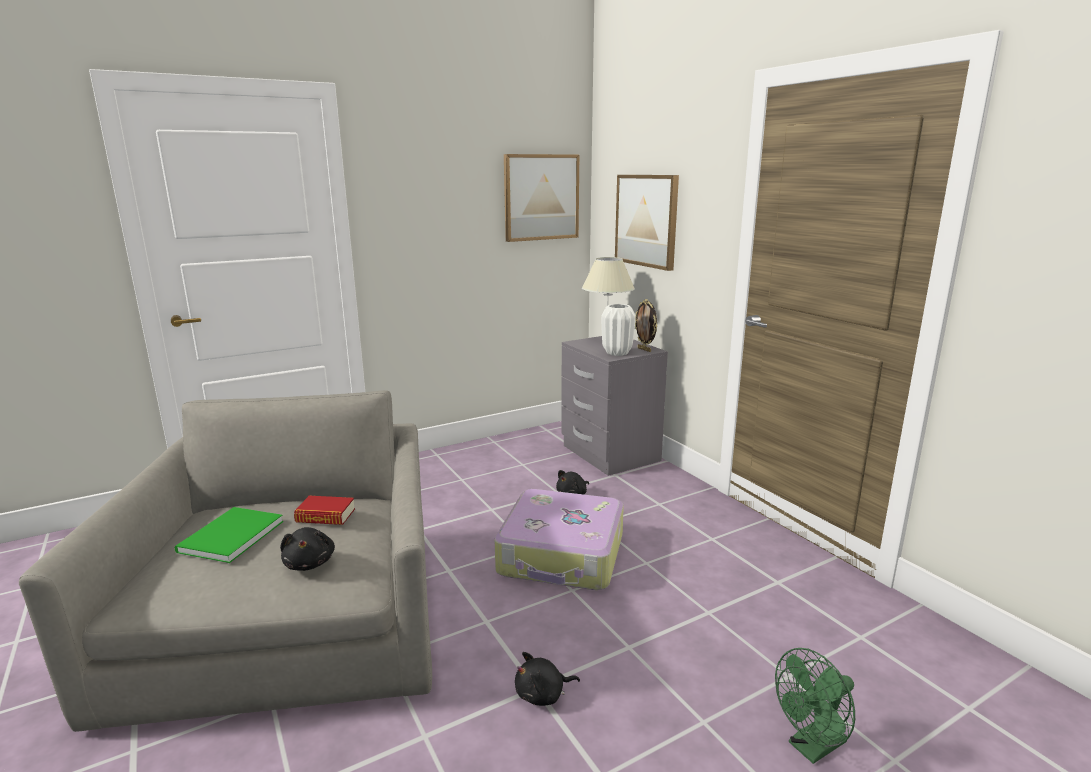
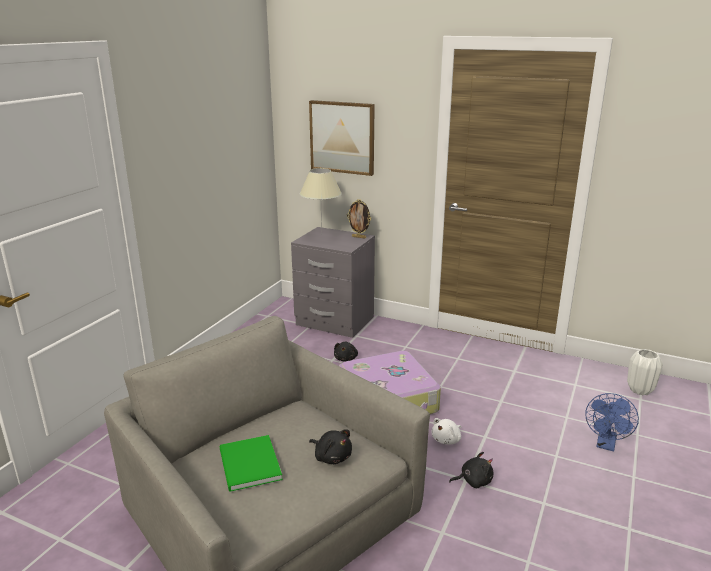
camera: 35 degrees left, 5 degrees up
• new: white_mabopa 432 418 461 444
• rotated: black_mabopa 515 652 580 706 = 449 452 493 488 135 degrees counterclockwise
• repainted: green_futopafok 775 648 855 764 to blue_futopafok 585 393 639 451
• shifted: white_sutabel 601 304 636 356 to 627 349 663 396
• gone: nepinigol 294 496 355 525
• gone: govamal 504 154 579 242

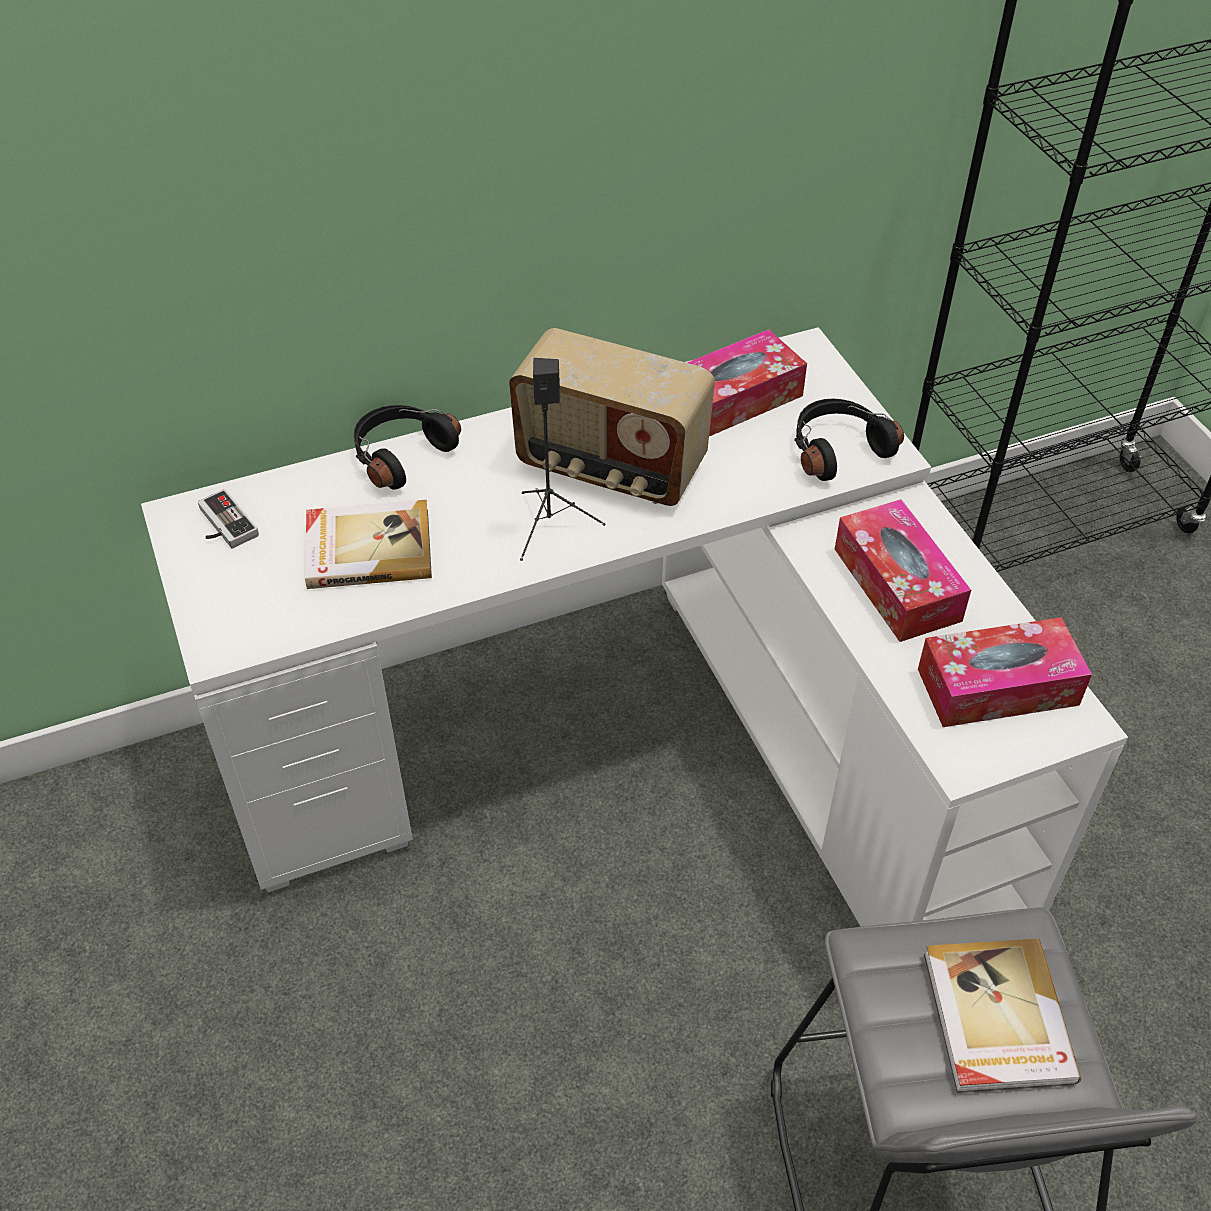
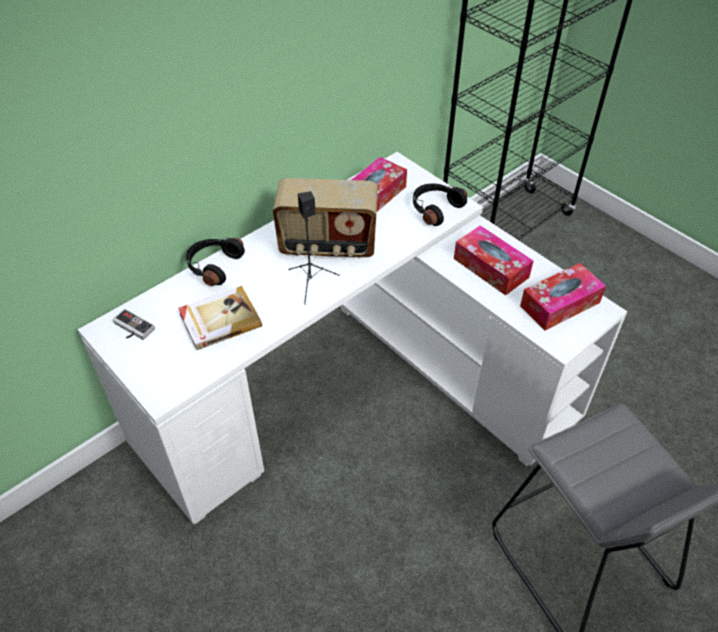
camera: 20 degrees left, 0 degrees up
• gone: nepinigol 924 939 1081 1093

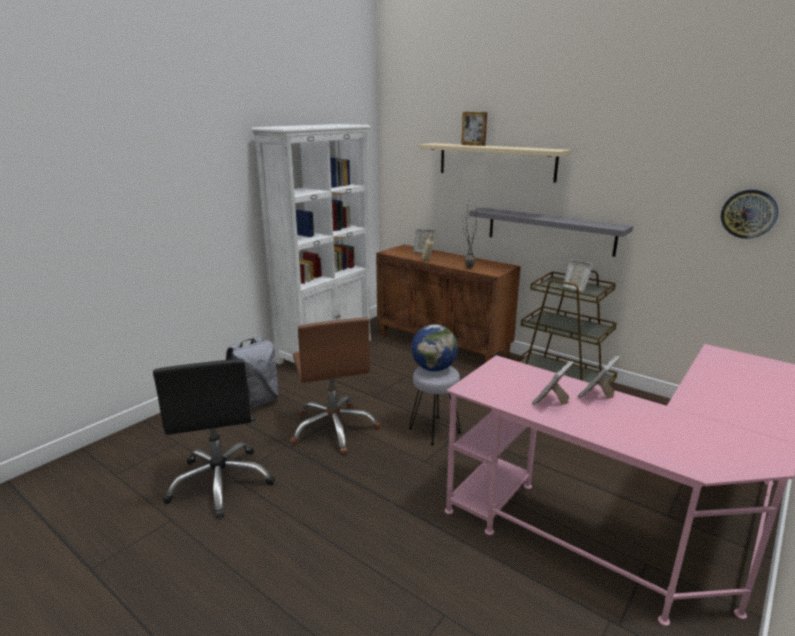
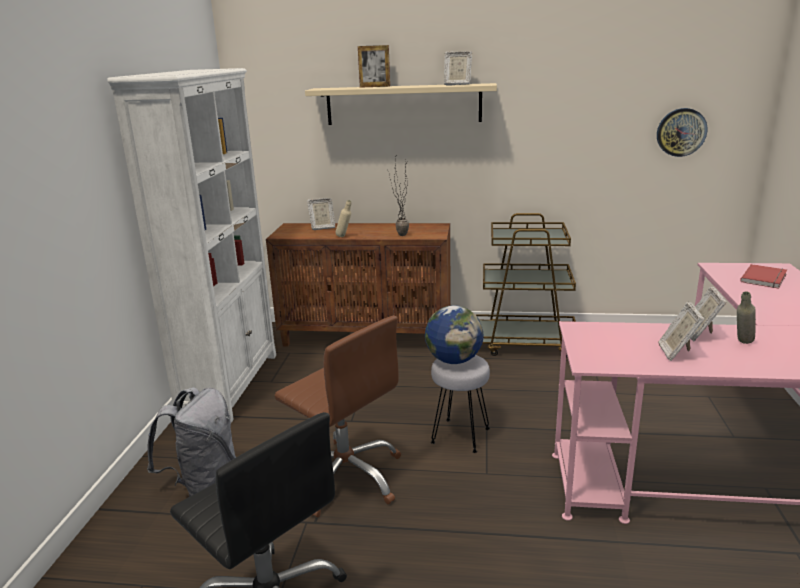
camera: 30 degrees left, 0 degrees up
• shifted: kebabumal 563 259 593 292 to 444 51 472 86
• new: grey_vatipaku 737 291 756 344
• new: red_nepinigol 740 264 787 289
• gone: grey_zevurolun 469 207 633 257

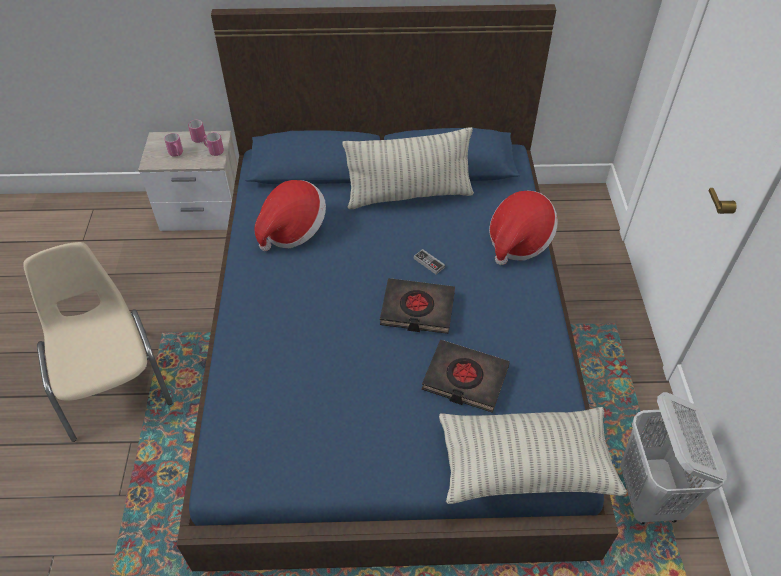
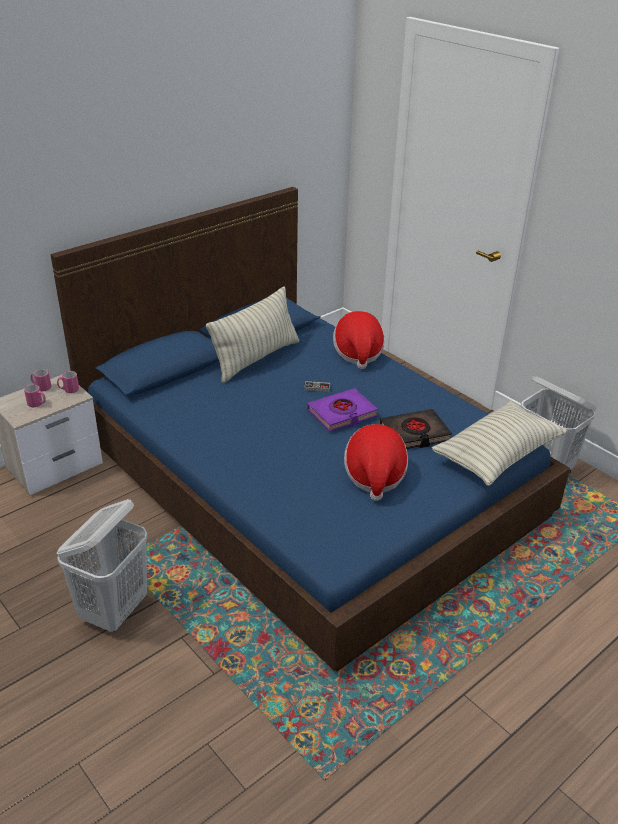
camera: 40 degrees left, 15 degrees down
• swapped: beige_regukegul 23 242 173 442 to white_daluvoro 57 499 147 632
• repainted: black_nepinigol 380 278 455 334 to purple_nepinigol 307 388 378 432
• shifted: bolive 254 180 326 251 to 344 424 408 501

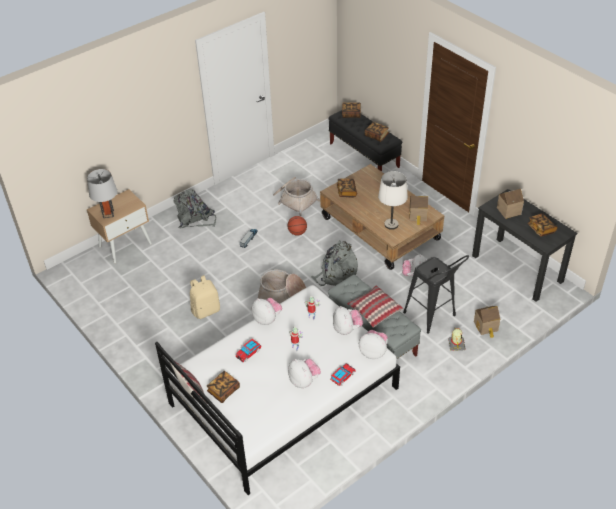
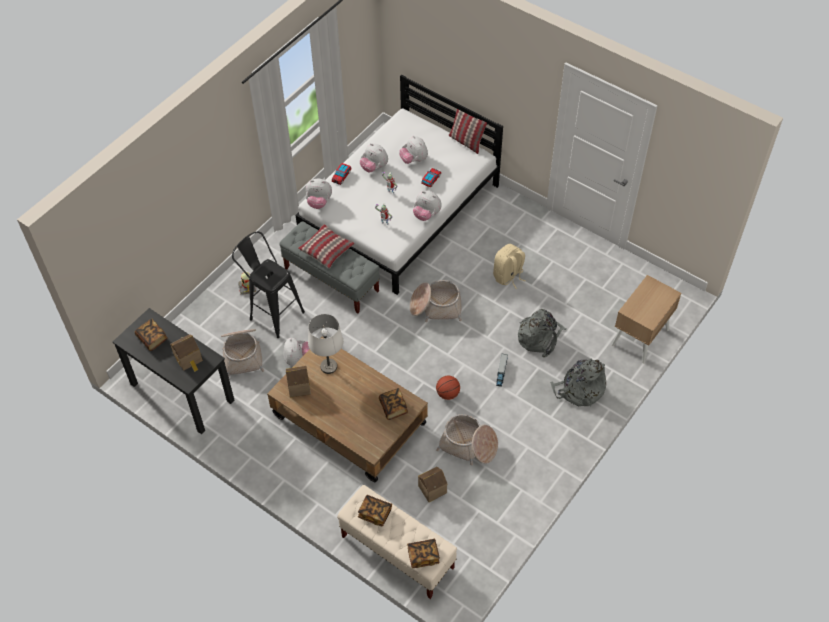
camera: 165 degrees right, 10 degrees up
• new: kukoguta 221 329 264 377
• repainted: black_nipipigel 329 110 402 172 to beige_nipipigel 337 485 457 599
• shifted: mabopa 333 306 363 335 to 399 136 428 164
• shifted: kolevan 474 306 500 338 to 418 467 447 502
• shifted: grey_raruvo 311 240 358 286 to 518 309 566 358
• gone: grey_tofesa 87 169 117 218
• gone: nepinigol 206 371 240 403

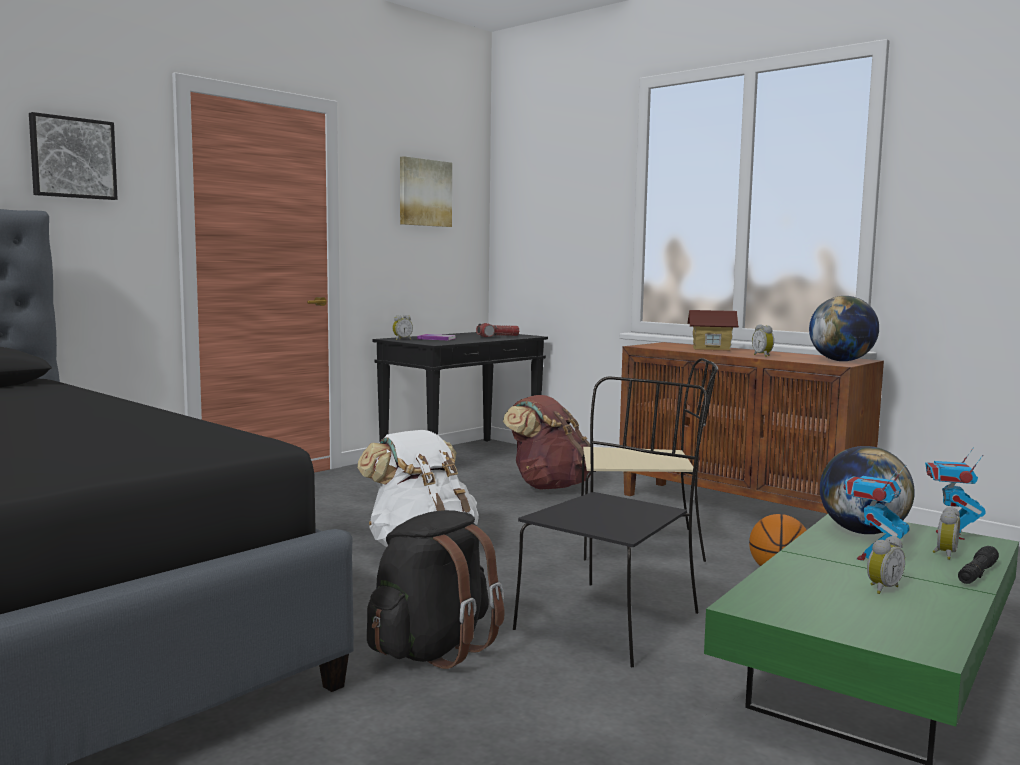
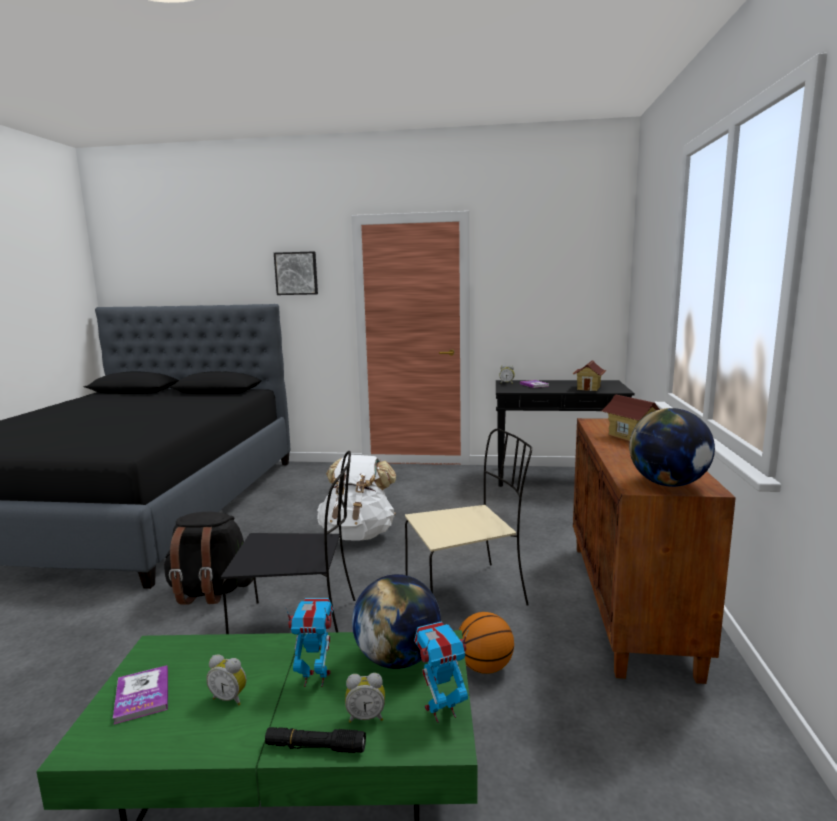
camera: 55 degrees right, 5 degrees up
• new: nepinigol 113 665 168 724
• rotated: beige_regukegul 581 358 718 562 = 405 428 532 605 75 degrees counterclockwise
• swapped: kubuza 476 323 519 337 to kolevan 572 360 607 391
• gone: govamal 400 156 452 227
• gone: brown_raruvo 503 395 591 490
• gone: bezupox 752 324 774 357

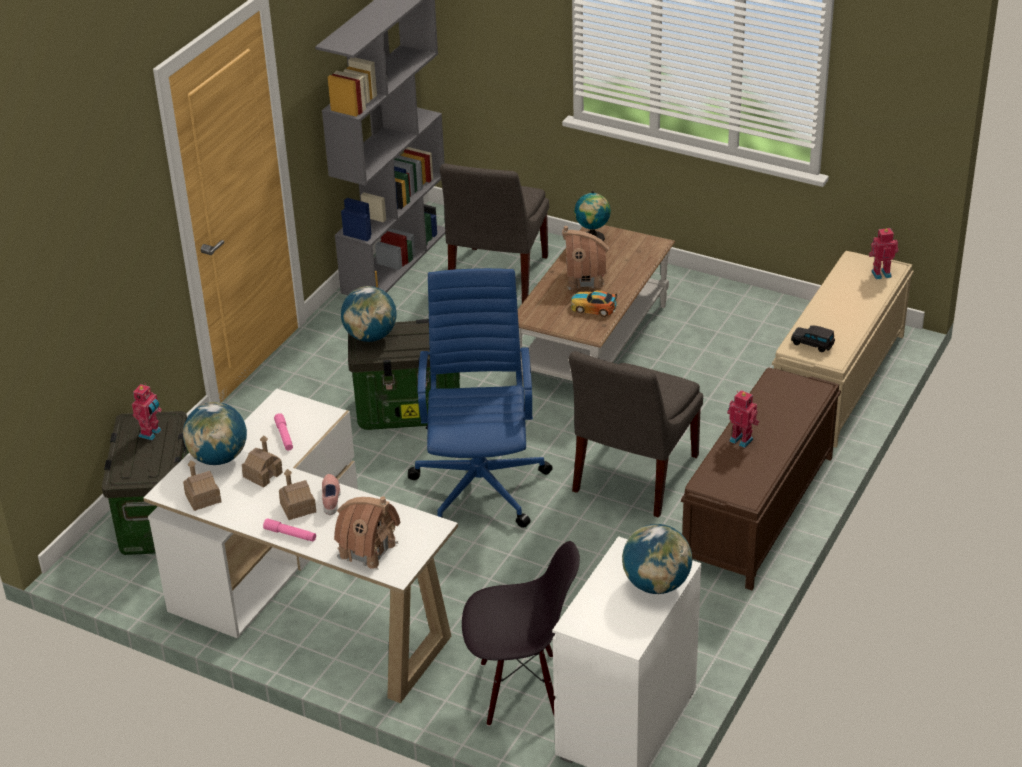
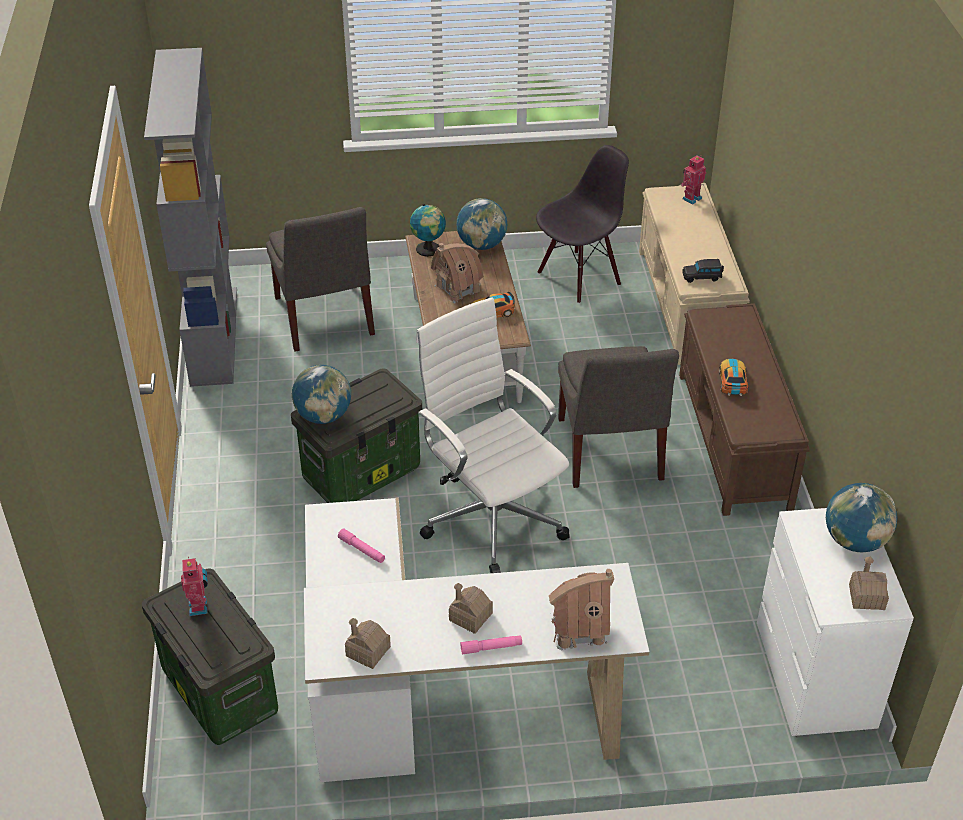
camera: 35 degrees left, 5 degrees up
• repainted: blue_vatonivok 408 268 553 528 to white_vatonivok 416 297 570 573
• shifted: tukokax 183 402 247 465 to 456 198 508 250
• shifted: black_regukegul 462 541 580 726 to 536 145 629 304
• swapped: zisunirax 727 390 759 448 to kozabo 719 359 749 396
• shifted: kolevan 242 435 283 488 to 849 557 889 610
• gone: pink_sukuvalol 322 474 341 515

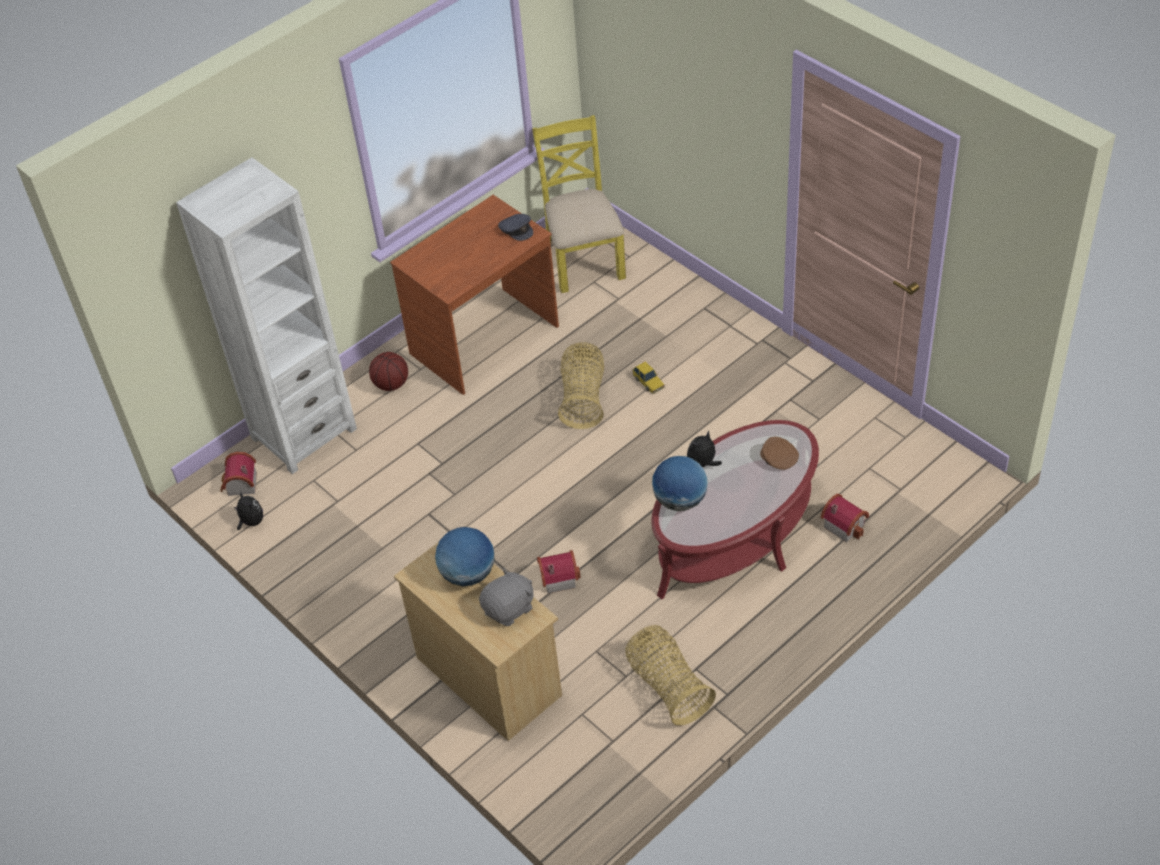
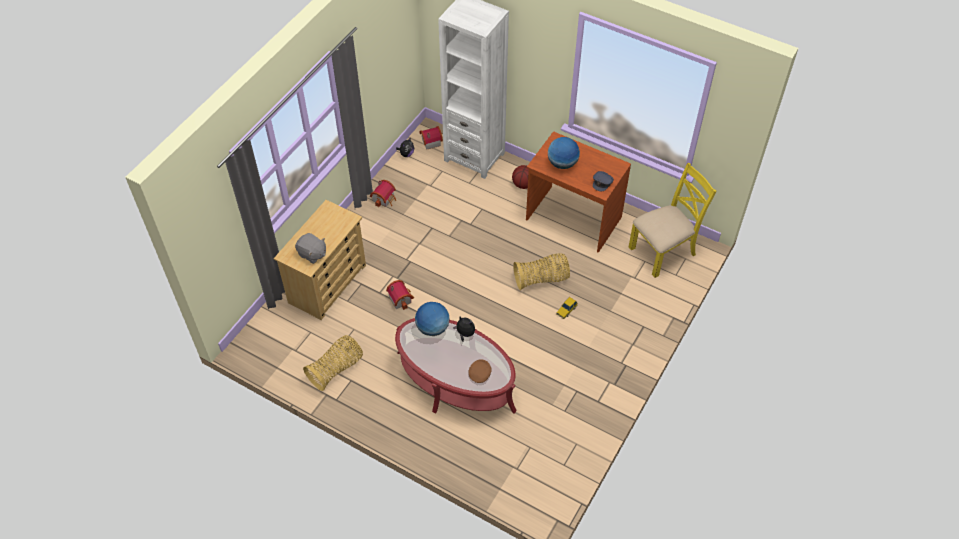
camera: 70 degrees right, 5 degrees up
• shifted: kolevan 820 494 869 542 to 370 180 396 207
• shifted: tukokax 435 527 494 586 to 548 137 580 169

